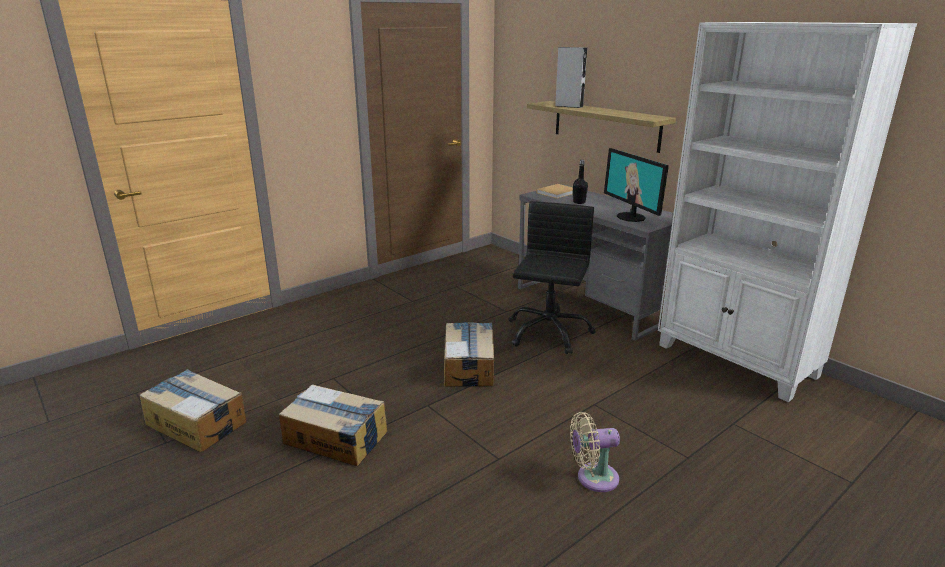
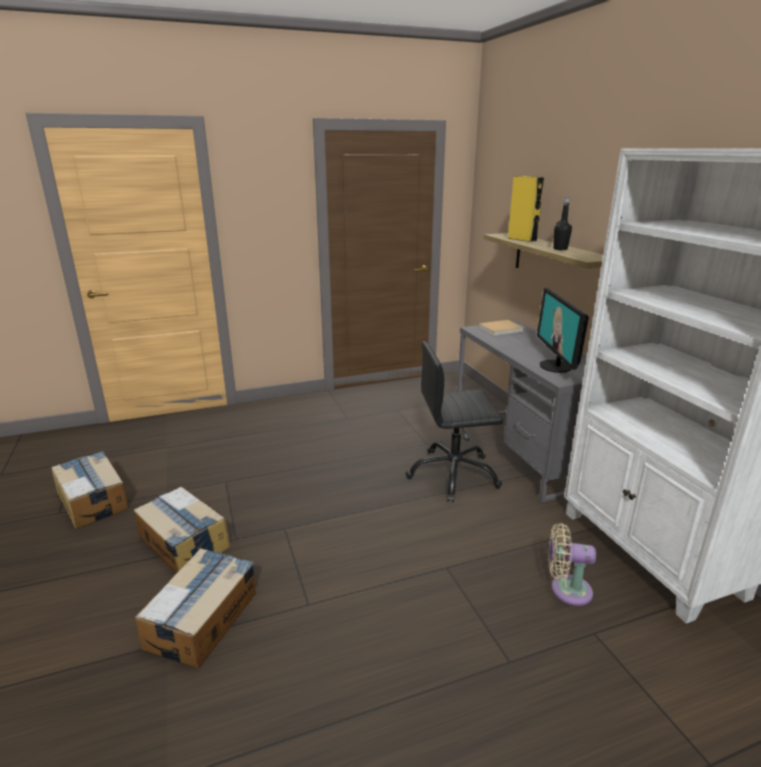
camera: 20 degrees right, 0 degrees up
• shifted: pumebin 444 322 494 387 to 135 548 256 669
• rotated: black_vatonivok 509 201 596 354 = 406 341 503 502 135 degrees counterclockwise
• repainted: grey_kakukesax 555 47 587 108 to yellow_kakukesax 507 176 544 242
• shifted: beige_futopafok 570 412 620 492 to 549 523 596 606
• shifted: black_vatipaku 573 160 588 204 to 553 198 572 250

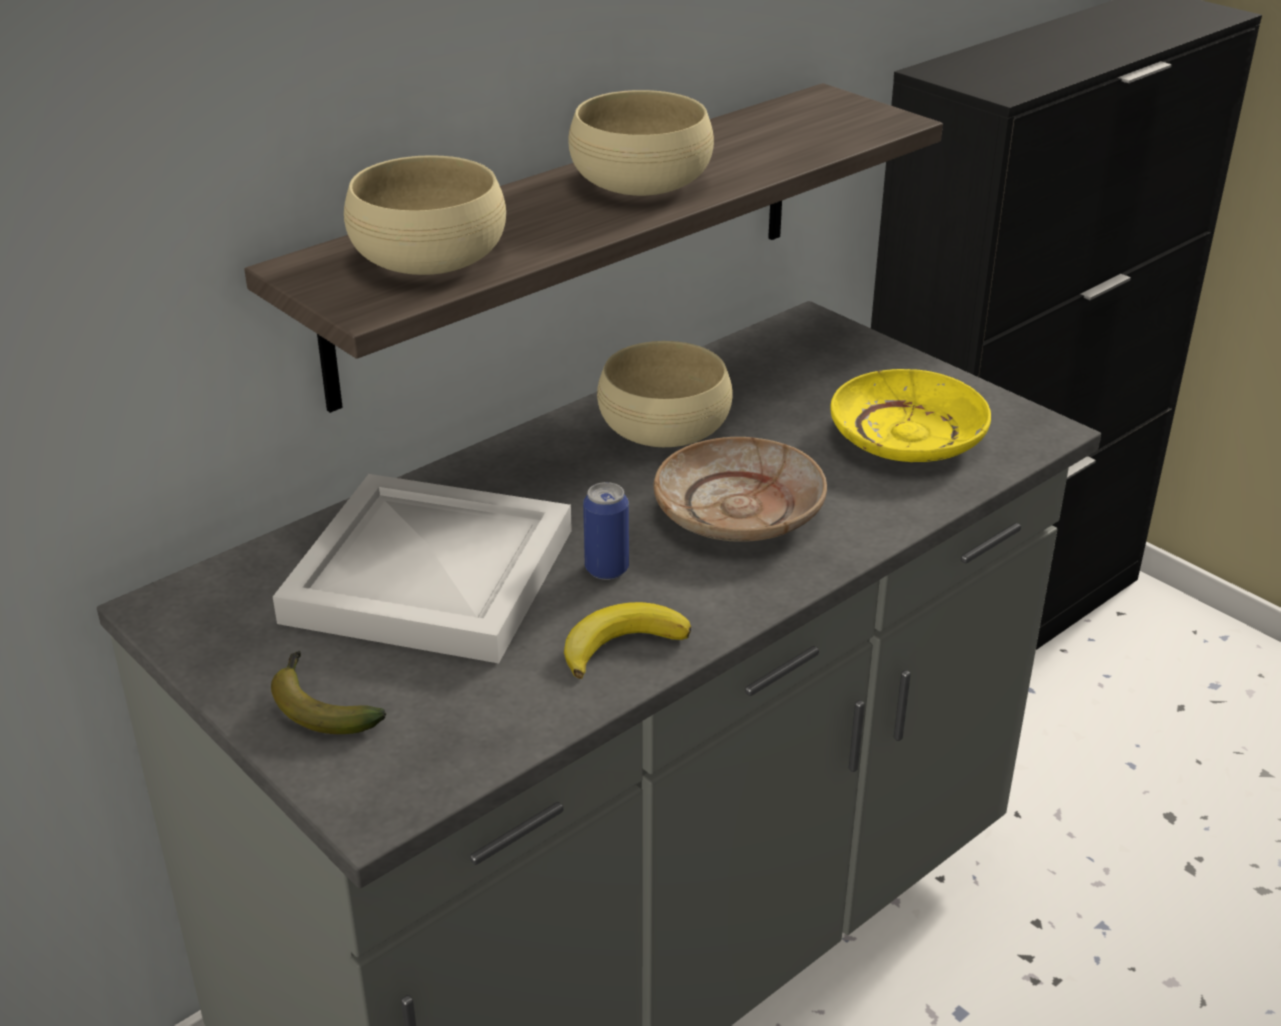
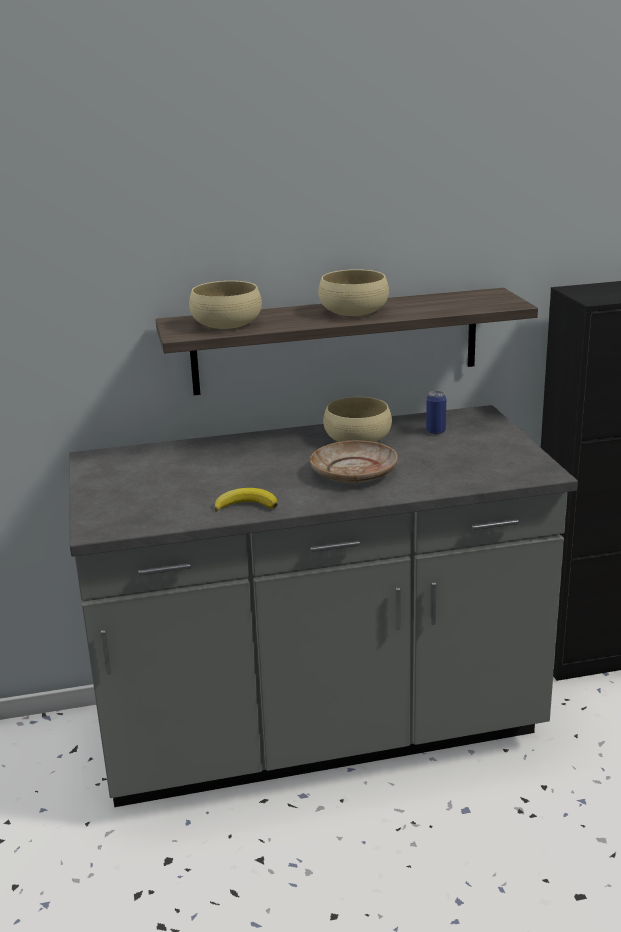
camera: 30 degrees right, 10 degrees down
• shifted: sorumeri 583 482 629 580 to 426 391 446 434
• gone: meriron 271 651 386 734
• gone: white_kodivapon 273 474 572 664
• gone: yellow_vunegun 831 369 991 462

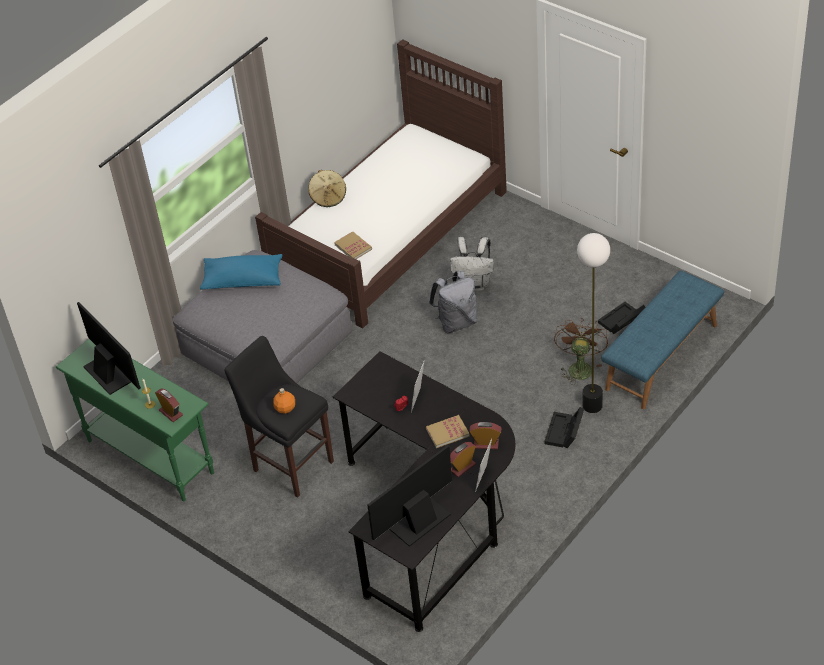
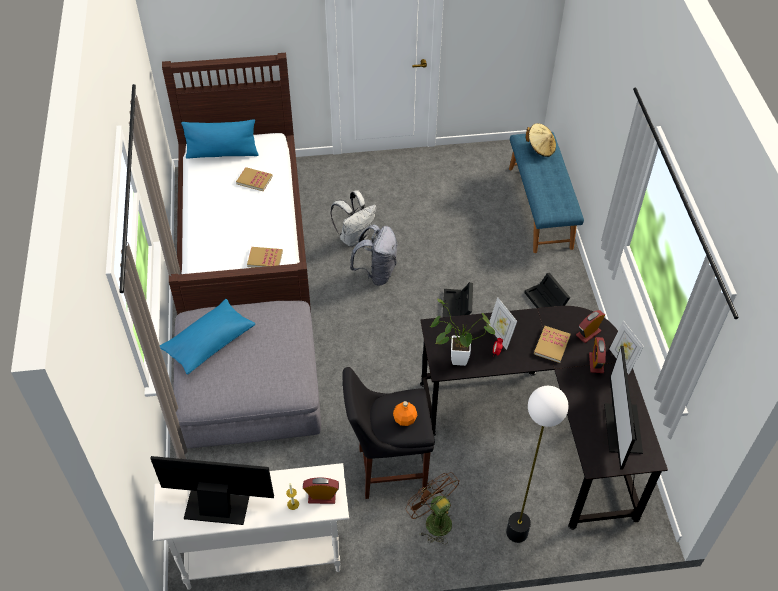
camera: 50 degrees left, 5 degrees up
• repainted: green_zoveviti 56 339 214 501 to white_zoveviti 153 463 349 590
• new: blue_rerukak 181 119 259 159
• new: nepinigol 236 167 273 191
• shifted: brown_futopafok 554 318 608 385 to 406 472 460 544
• new: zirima 430 298 495 366
• shifted: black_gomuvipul 598 302 645 334 to 442 282 473 317
• shifted: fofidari 577 233 610 413 to 506 386 569 543
• shifted: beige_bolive 308 170 346 207 to 526 123 556 157

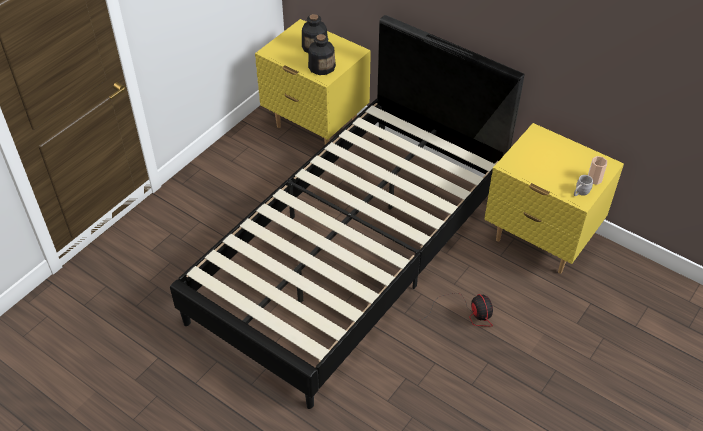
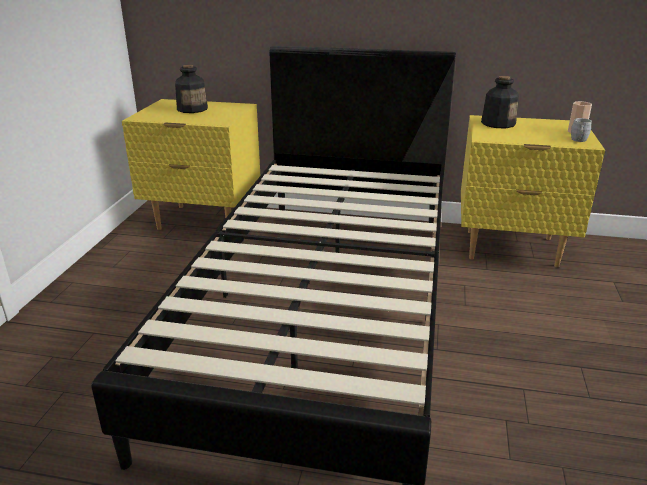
camera: 25 degrees left, 20 degrees down
• shifted: vatipaku 308 34 336 75 to 481 76 519 128
• gone: futopafok 417 293 493 327

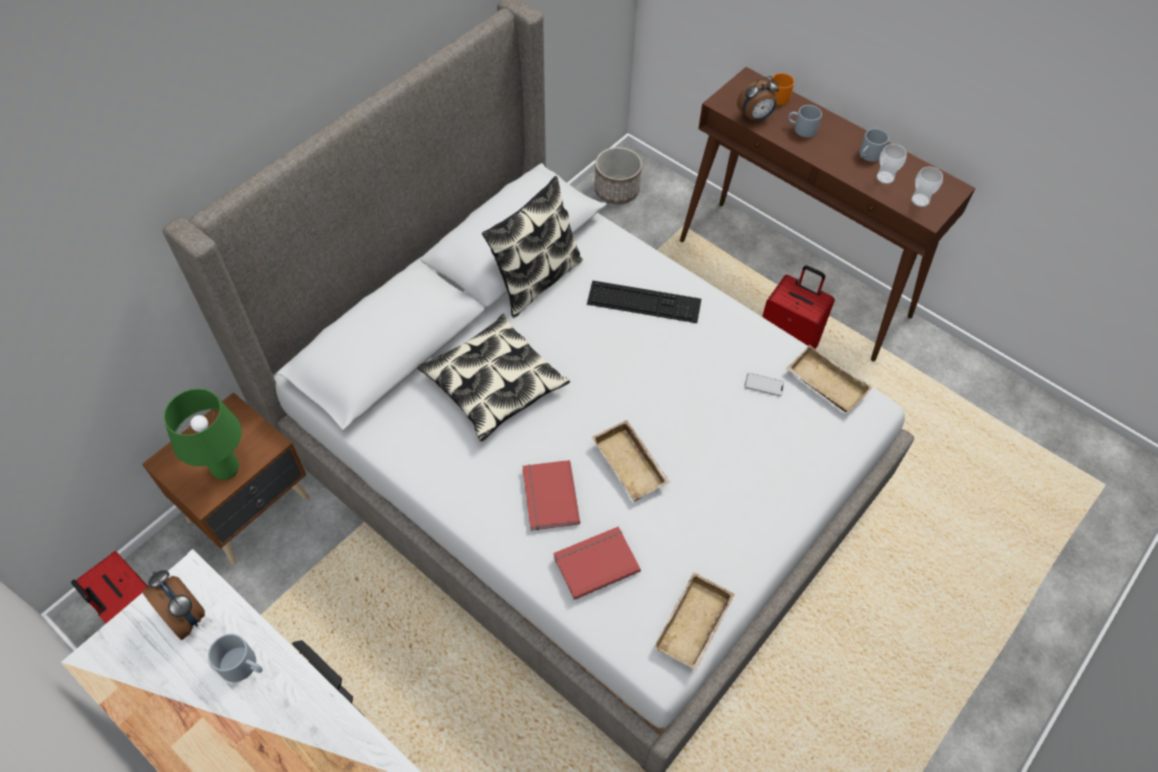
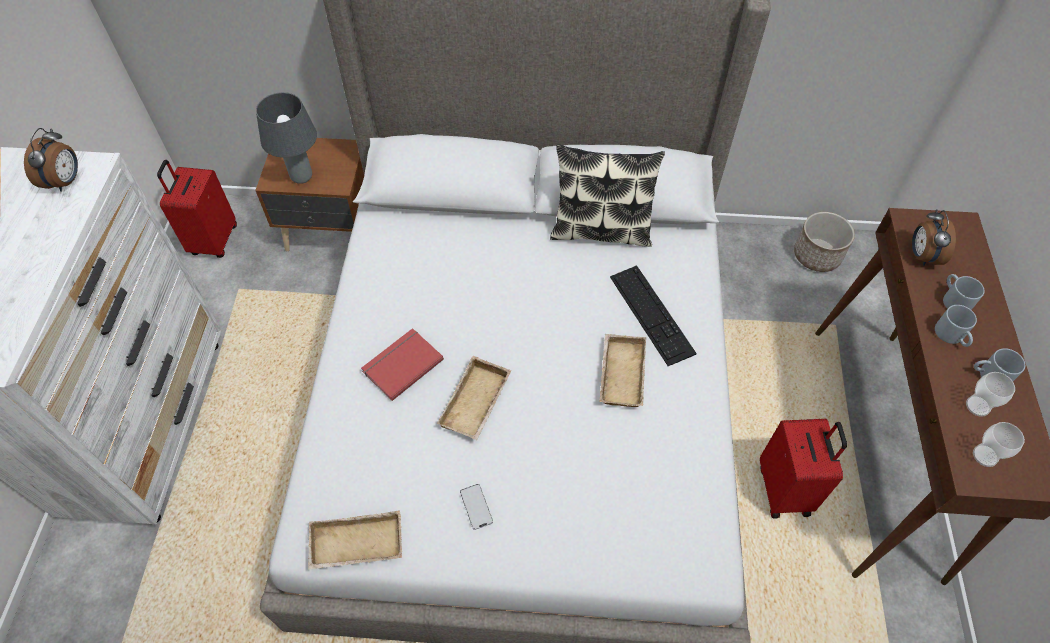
camera: 55 degrees right, 0 degrees up
• repainted: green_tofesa 164 389 242 480 to grey_tofesa 256 92 317 184
• shifted: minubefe 744 373 784 396 to 460 484 493 530
• shifted: beige_kodivapon 786 345 872 412 to 599 334 646 407
• rotated: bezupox 737 76 779 121 = 912 209 956 266 60 degrees clockwise
• shifted: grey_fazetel 208 634 263 682 to 935 305 977 347
• gone: rerukak 418 313 570 441
• gone: red_nepinigol 553 526 641 600
• gone: orange_fazetel 771 73 794 105

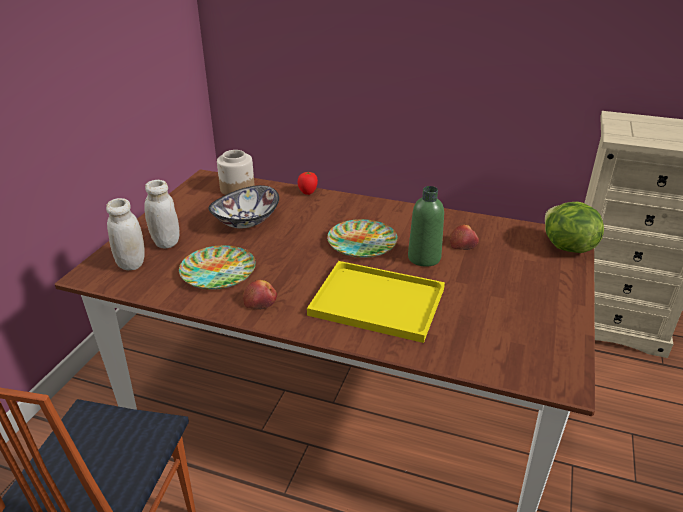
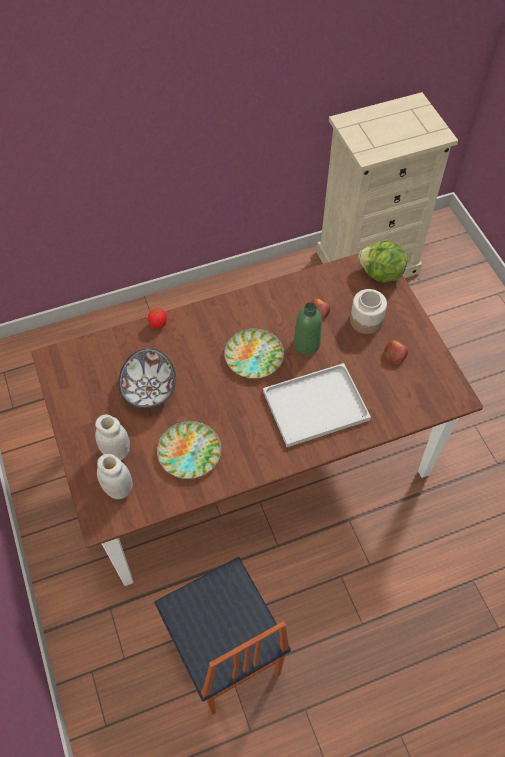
camera: 40 degrees left, 25 degrees up
• repainted: yellow_kodivapon 307 261 445 343 to white_kodivapon 263 363 371 447
• shifted: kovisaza 217 150 255 195 to 350 289 387 334
• shifted: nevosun 243 280 277 310 to 384 340 408 365

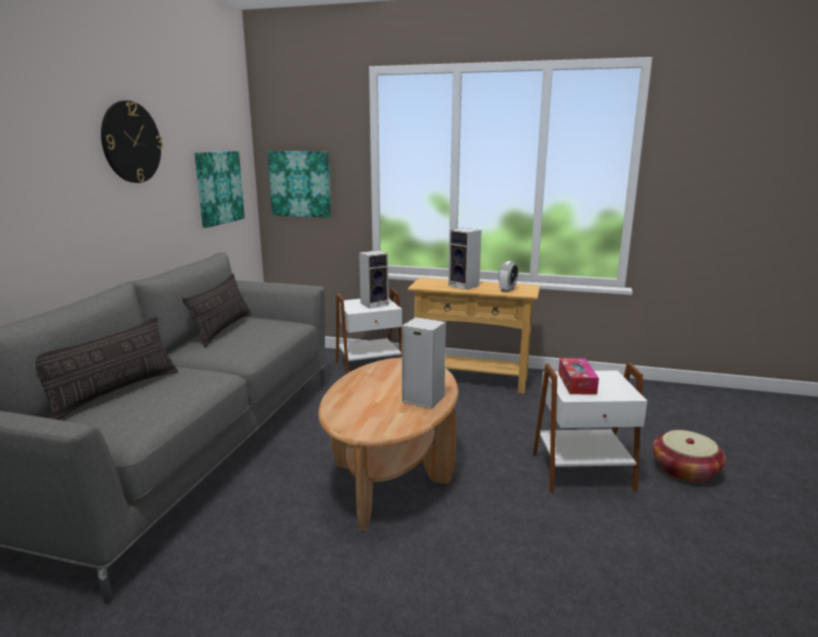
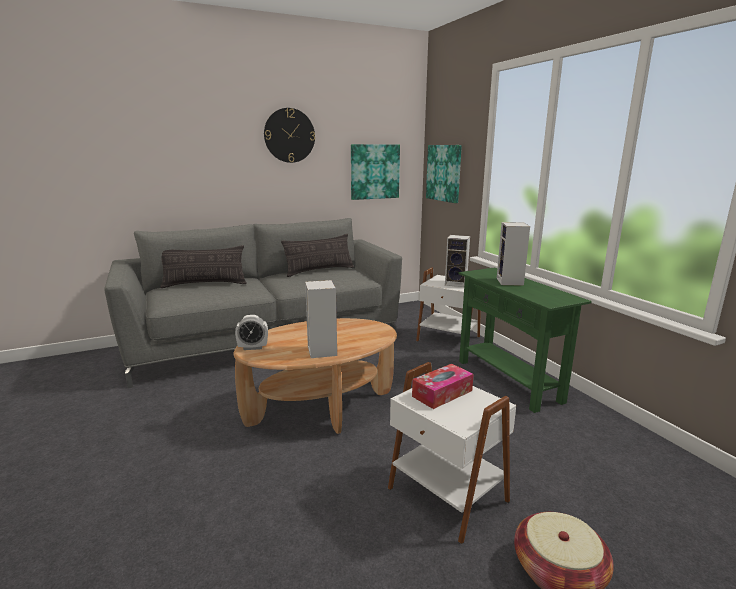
camera: 50 degrees right, 0 degrees up
• shifted: bezupox 498 261 518 292 to 235 315 268 350
• repainted: beige_zoveviti 408 277 540 394 to green_zoveviti 459 268 592 413

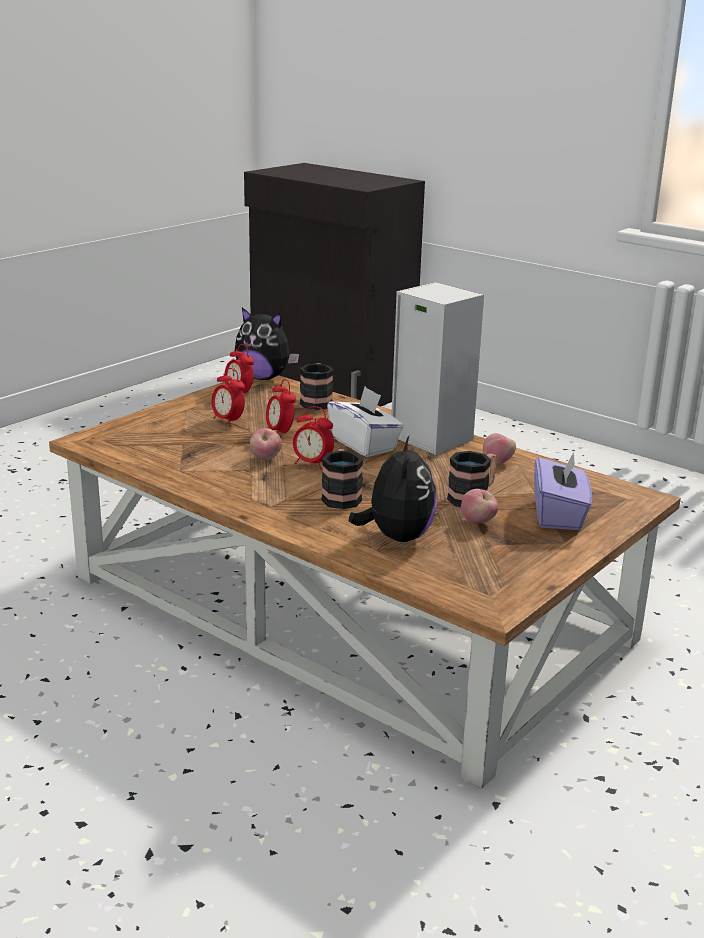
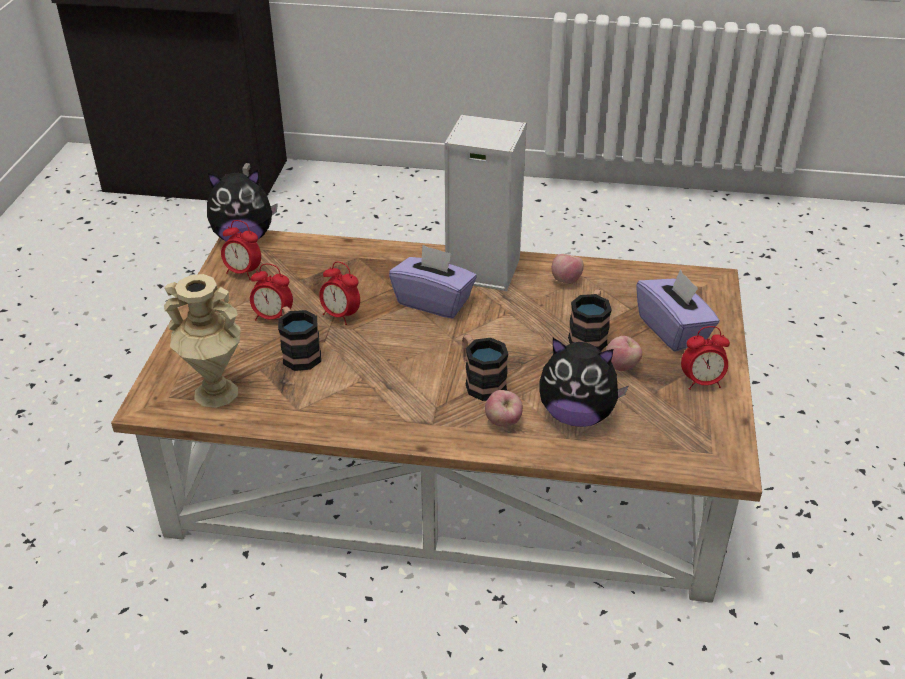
camera: 30 degrees left, 15 degrees up
• new: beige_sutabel 164 274 241 408
• shifted: fazetel 300 363 334 410 to 278 306 321 371
• repainted: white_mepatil 327 386 404 457 to purple_mepatil 389 245 477 318
• shifted: nevosun 250 428 282 460 to 485 390 523 426
• rotated: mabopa 349 436 437 542 = 539 338 628 427 135 degrees clockwise
• shifted: bezupox 293 406 334 469 to 681 326 730 390

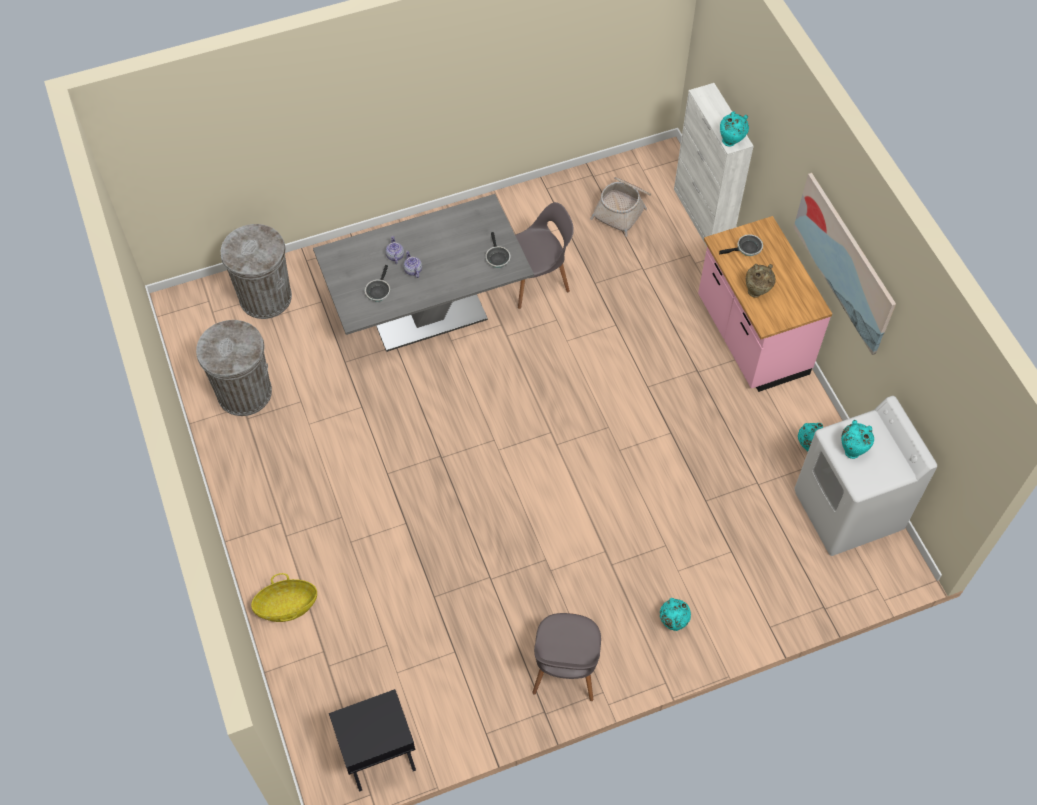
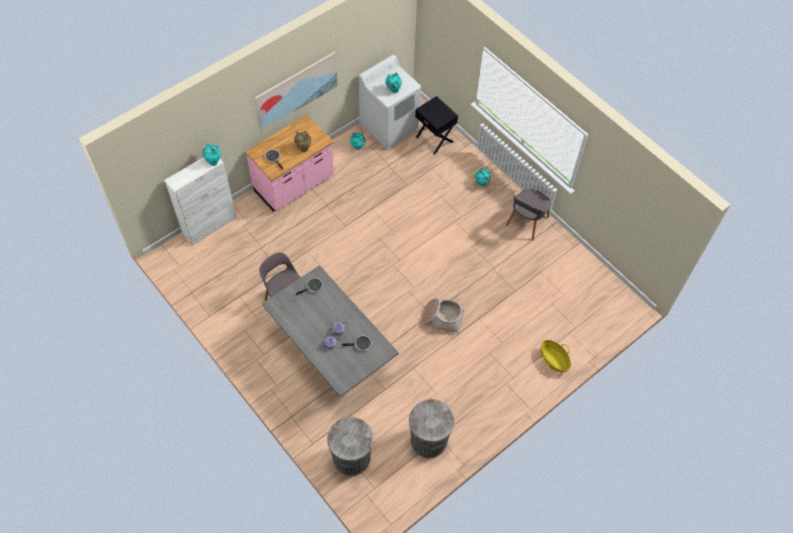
camera: 110 degrees left, 0 degrees up
• shifted: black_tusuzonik 329 689 416 792 to 415 96 458 155
• shifted: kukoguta 590 177 651 237 to 421 298 464 335
• rotated: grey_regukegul 532 613 601 701 = 506 189 551 240 135 degrees clockwise

